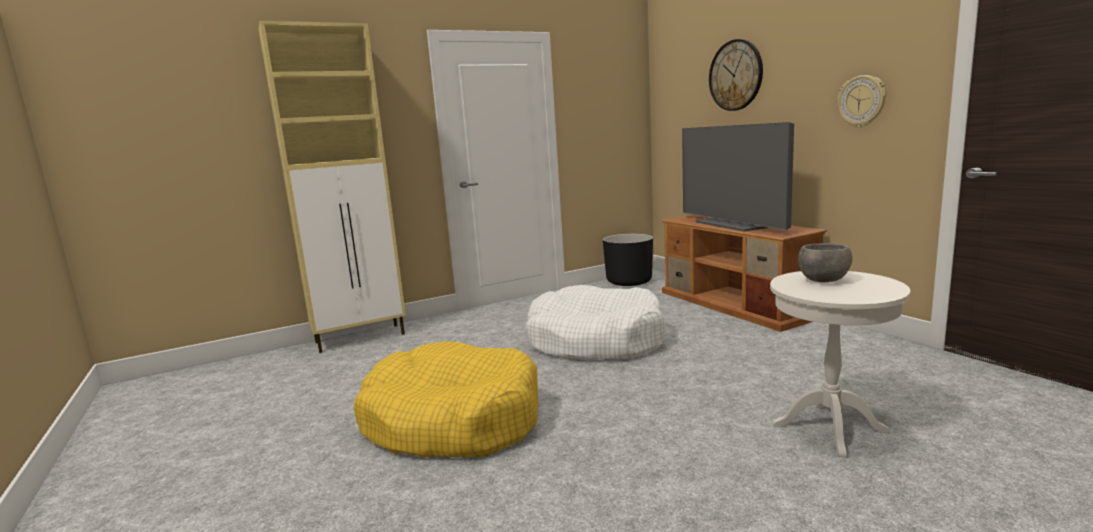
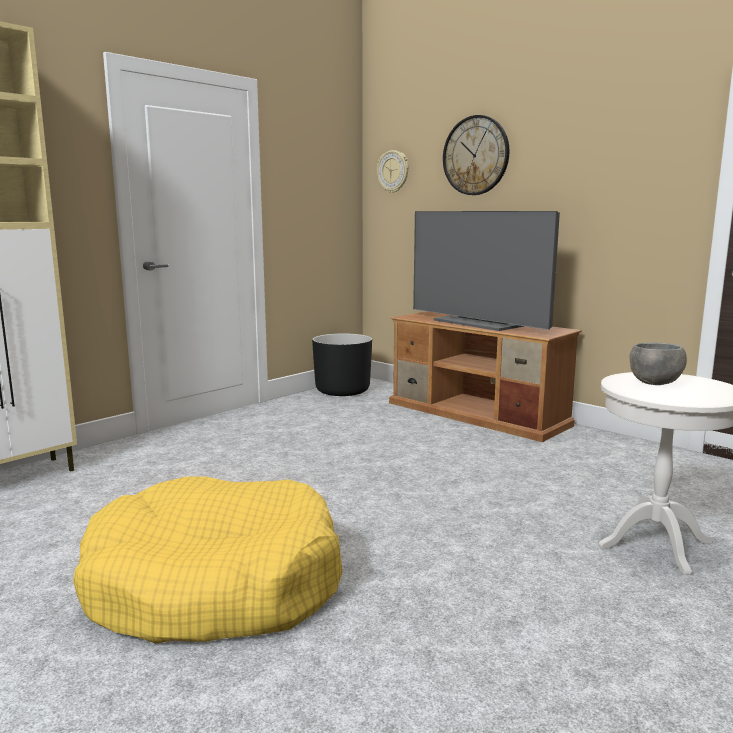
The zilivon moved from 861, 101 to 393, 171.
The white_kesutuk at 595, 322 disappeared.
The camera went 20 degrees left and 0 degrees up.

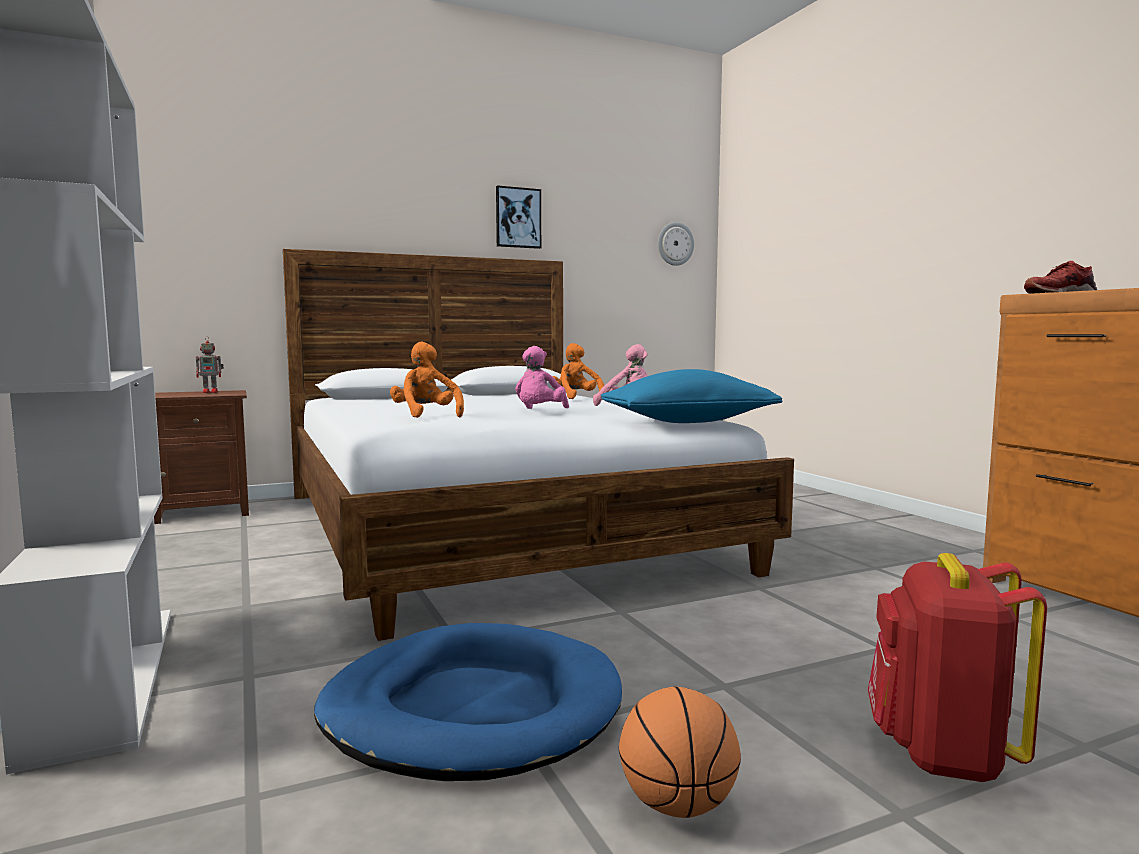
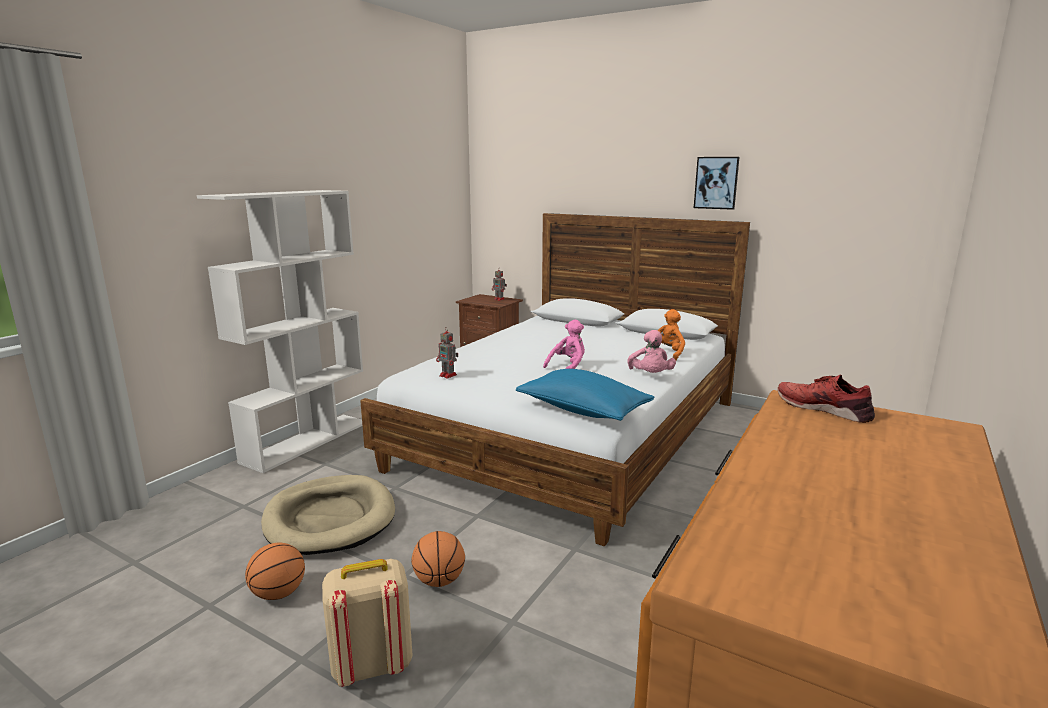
The blue_kesutuk at 468, 702 became the beige_kesutuk at 328, 515.
The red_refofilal at 957, 667 became the beige_refofilal at 367, 623.
The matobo at 438, 559 appeared.
The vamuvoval at 447, 353 appeared.
The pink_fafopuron at 542, 377 turned 150 degrees clockwise.
The orange_fafopuron at 427, 380 disappeared.
The zilivon at 676, 244 disappeared.
The camera went 55 degrees right and 10 degrees up.

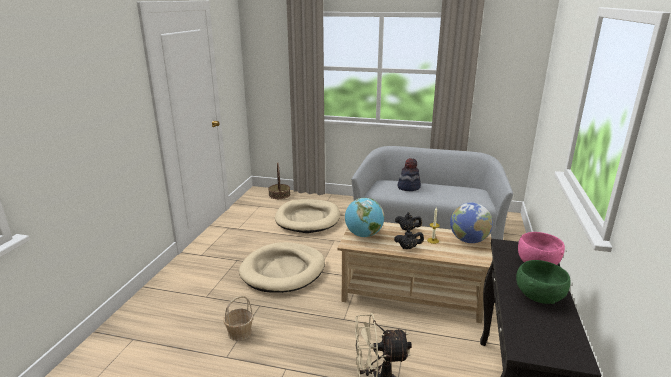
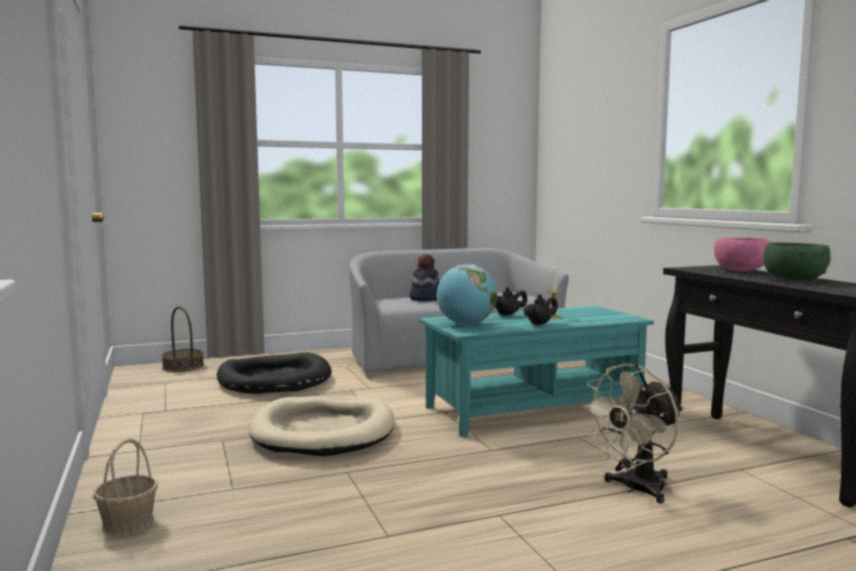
The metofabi moved from 238, 318 to 125, 487.
The beige_kesutuk at 307, 216 became the black_kesutuk at 274, 373.
The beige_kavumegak at 415, 272 became the turquoise_kavumegak at 536, 371.
The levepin at 471, 222 disappeared.
The camera went 35 degrees left and 15 degrees down.

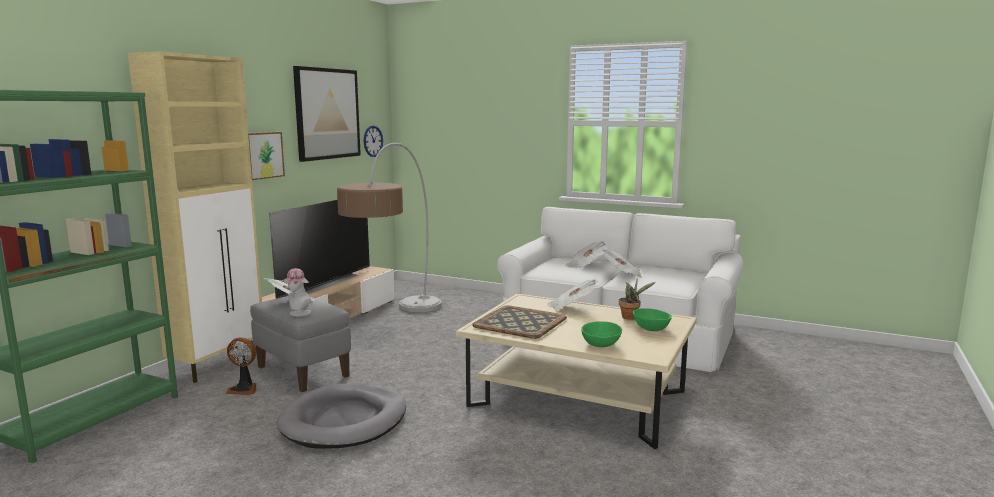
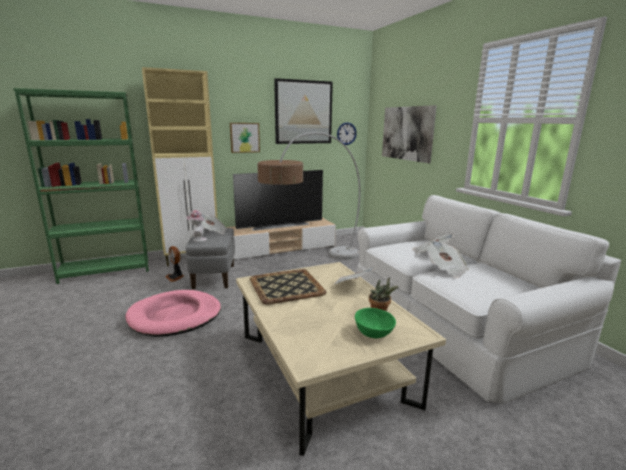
The grey_kesutuk at 341, 416 became the pink_kesutuk at 173, 313.
The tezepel at 409, 134 appeared.
The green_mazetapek at 601, 334 disappeared.
The camera went 40 degrees right and 5 degrees up.

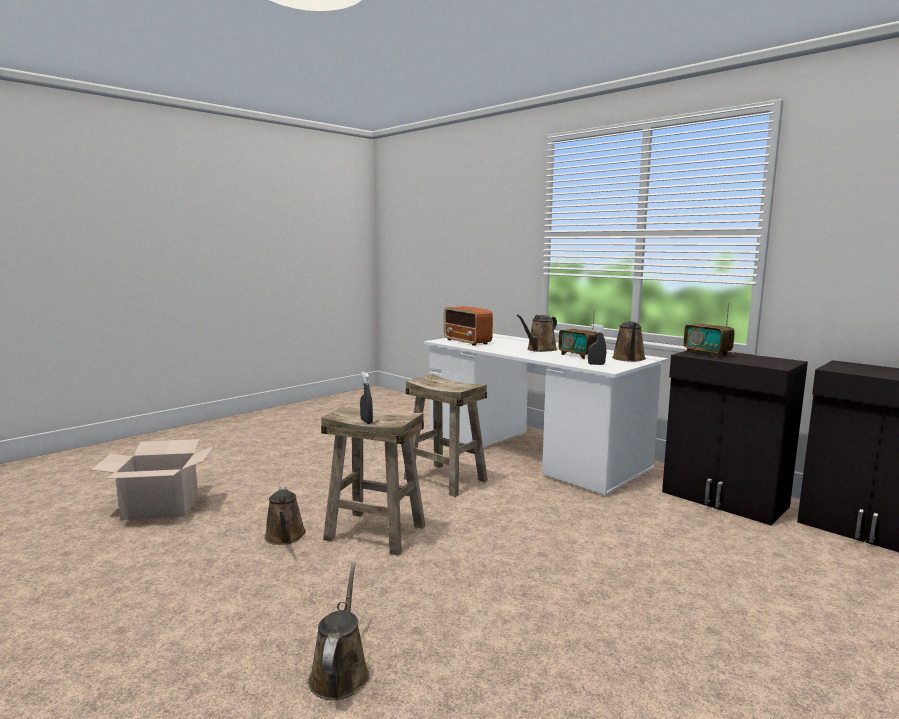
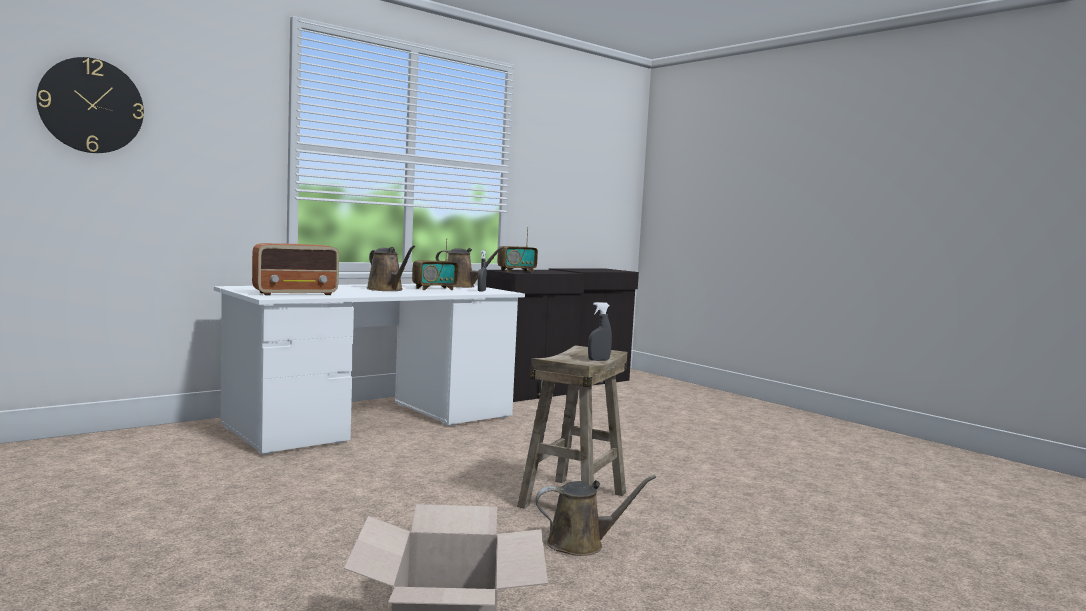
The zilivon at 90, 105 appeared.
The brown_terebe at 338, 631 disappeared.
The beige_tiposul at 446, 435 disappeared.
The camera went 85 degrees left and 5 degrees down.

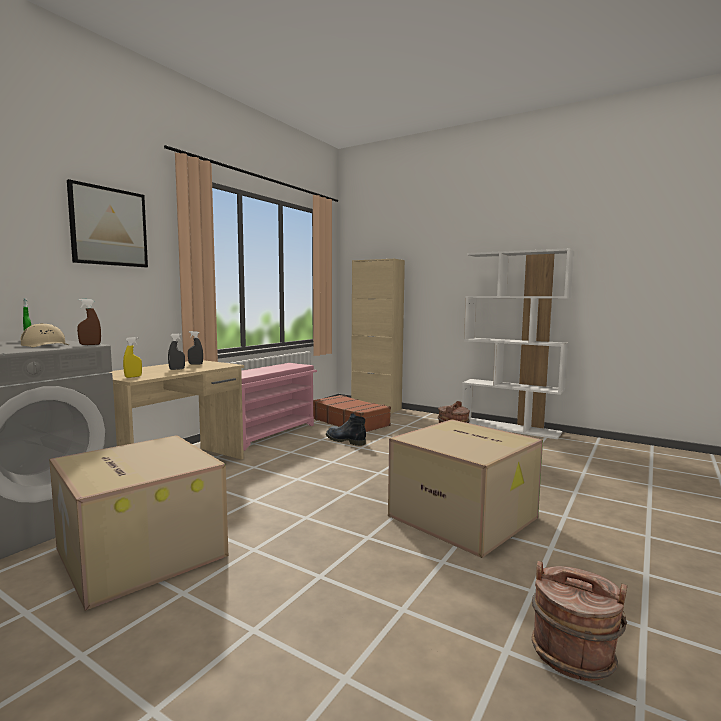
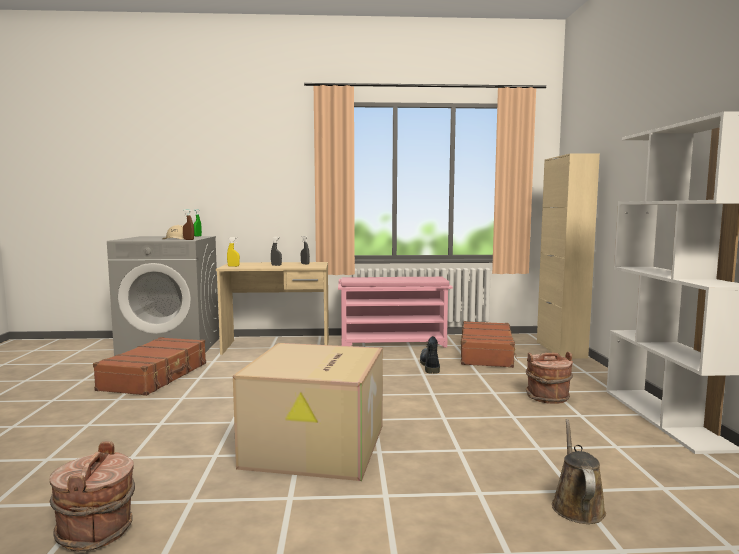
The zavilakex at 138, 523 was replaced by the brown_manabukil at 149, 366.
The brown_terebe at 579, 471 appeared.
The tezepel at 107, 223 disappeared.
The camera went 55 degrees right and 0 degrees up.

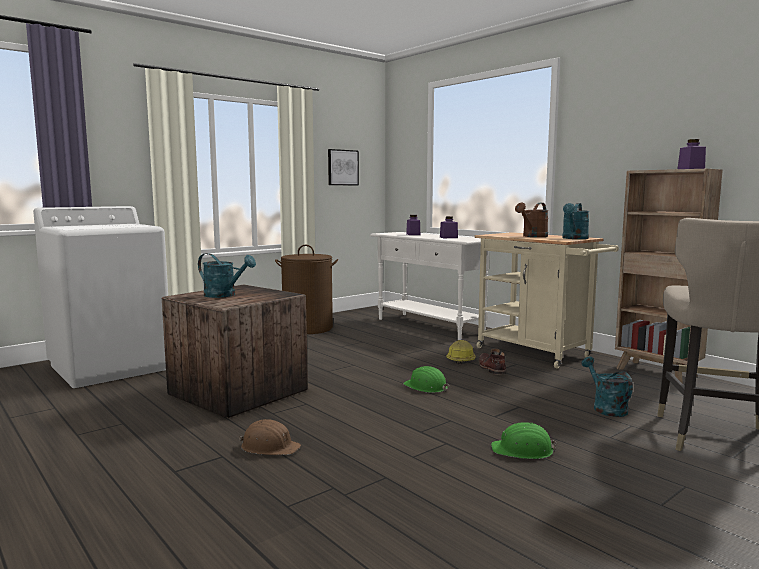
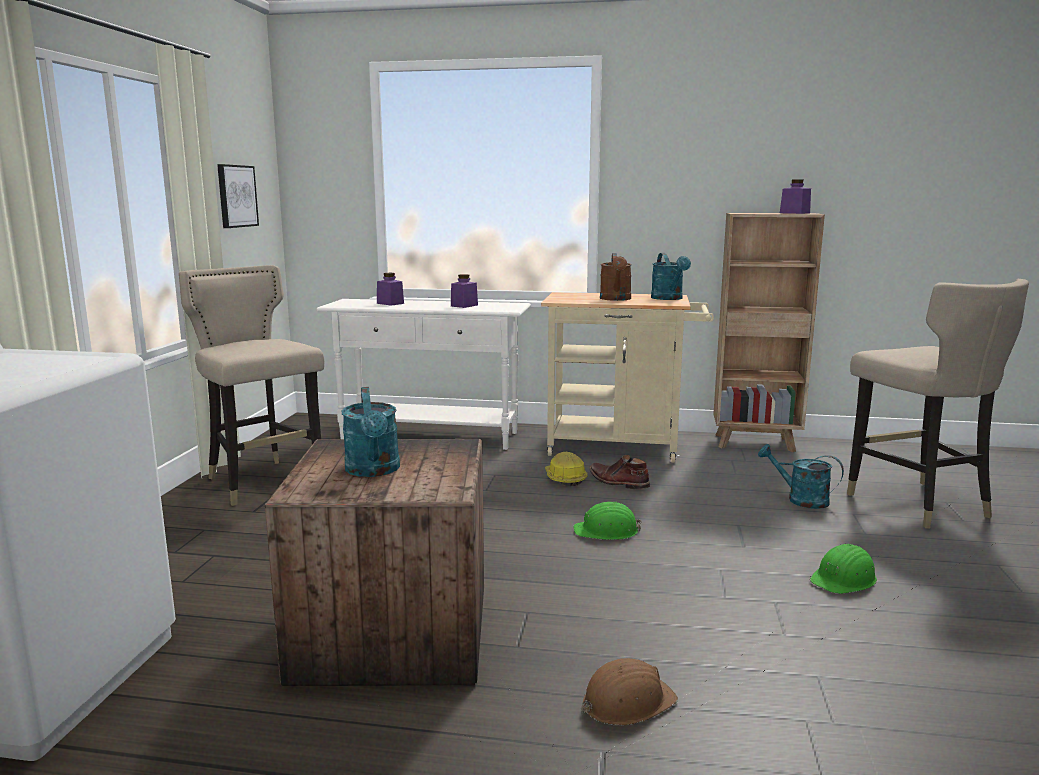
The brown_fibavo at 306, 289 was replaced by the beige_tiposul at 251, 385.
The turquoise_terebe at 227, 275 turned 90 degrees clockwise.
The camera went 40 degrees left and 5 degrees up.

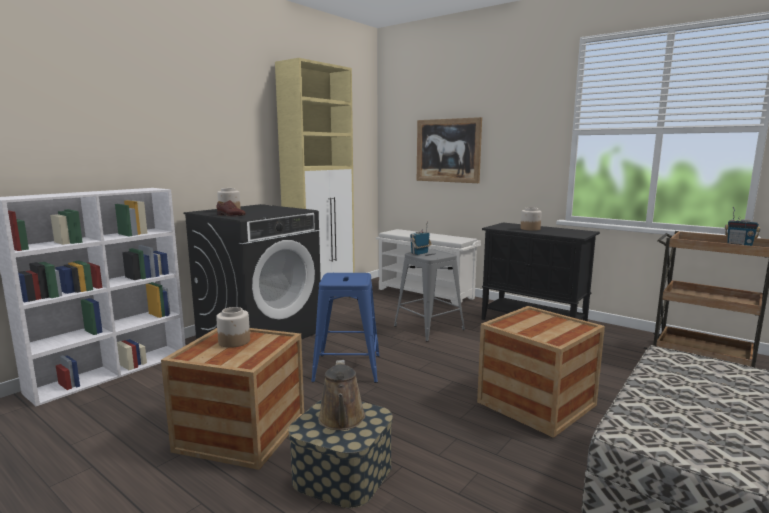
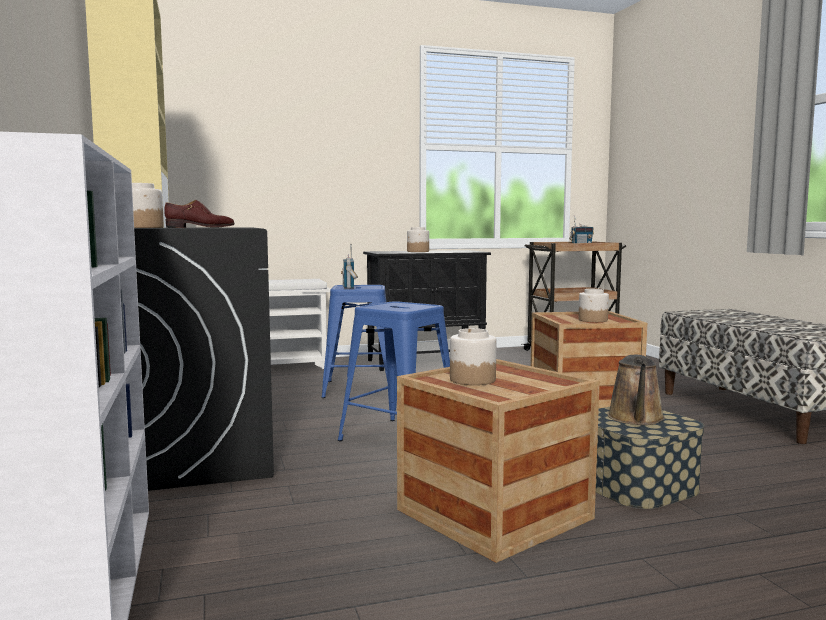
The grey_tiposul at 429, 295 became the blue_tiposul at 354, 341.
The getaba at 594, 305 appeared.
The brown_terebe at 342, 395 turned 75 degrees clockwise.
The tezepel at 449, 150 disappeared.
The camera went 55 degrees left and 5 degrees down.

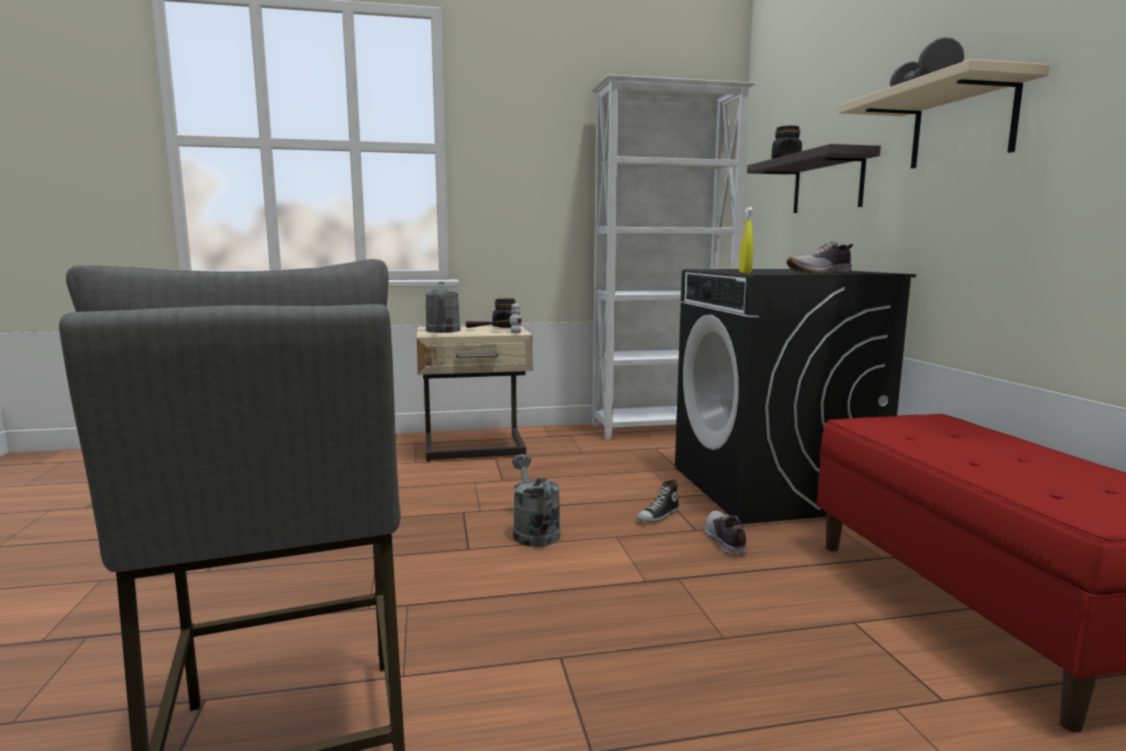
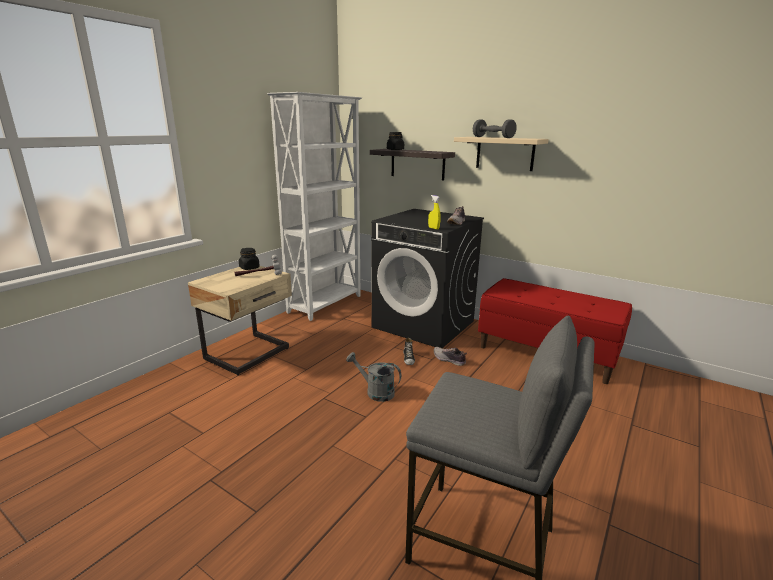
The grey_terebe at 442, 307 disappeared.
The camera went 45 degrees left and 10 degrees up.

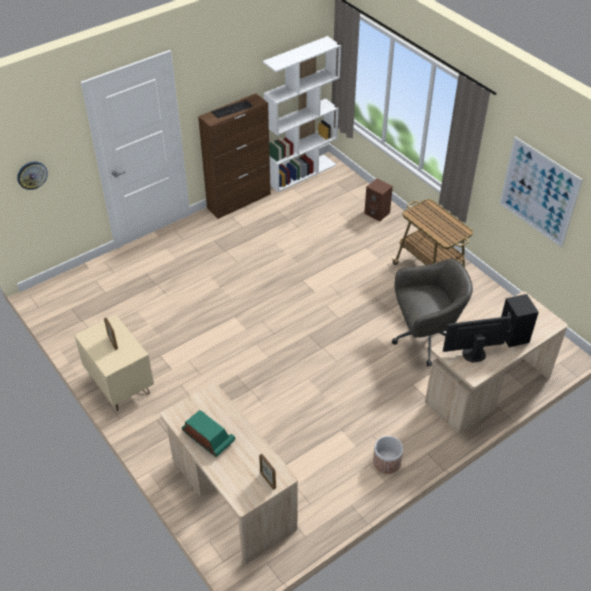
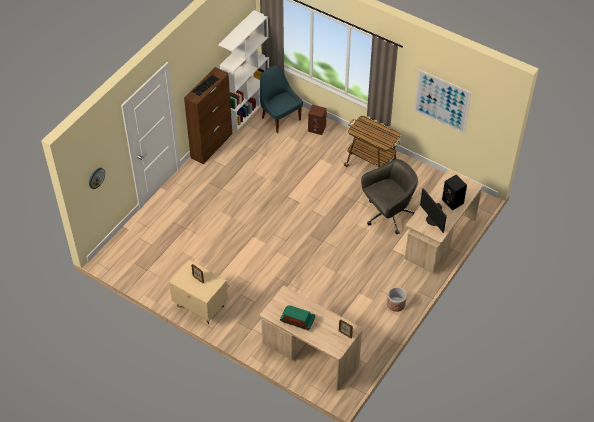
The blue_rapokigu at 281, 99 appeared.
The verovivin at 477, 339 turned 90 degrees counterclockwise.
The camera went 20 degrees left and 5 degrees up.

